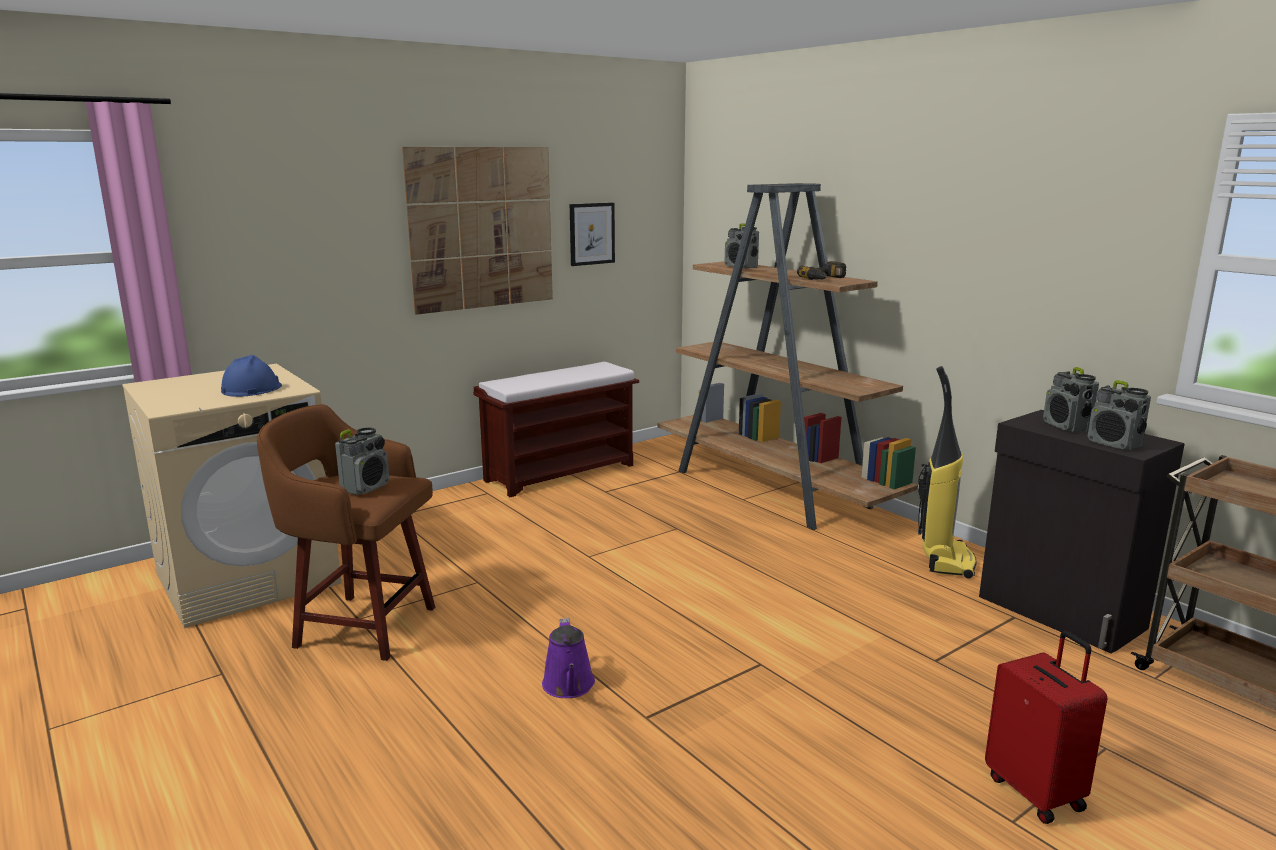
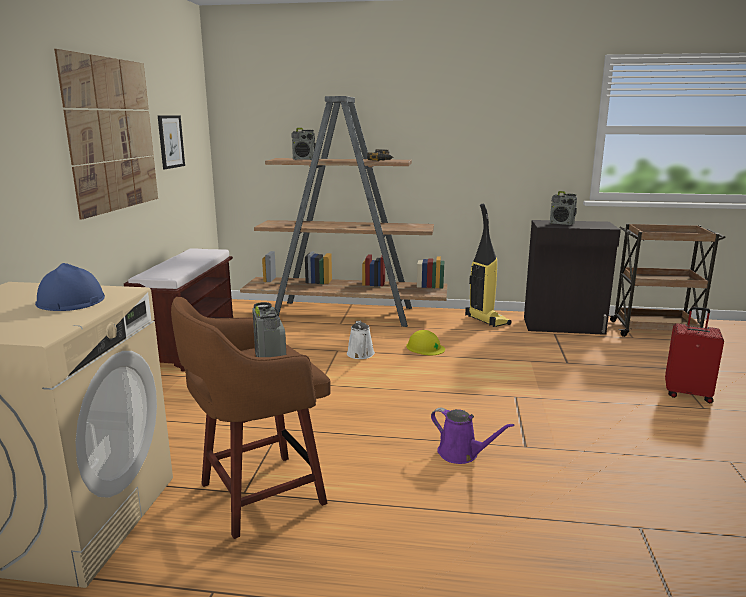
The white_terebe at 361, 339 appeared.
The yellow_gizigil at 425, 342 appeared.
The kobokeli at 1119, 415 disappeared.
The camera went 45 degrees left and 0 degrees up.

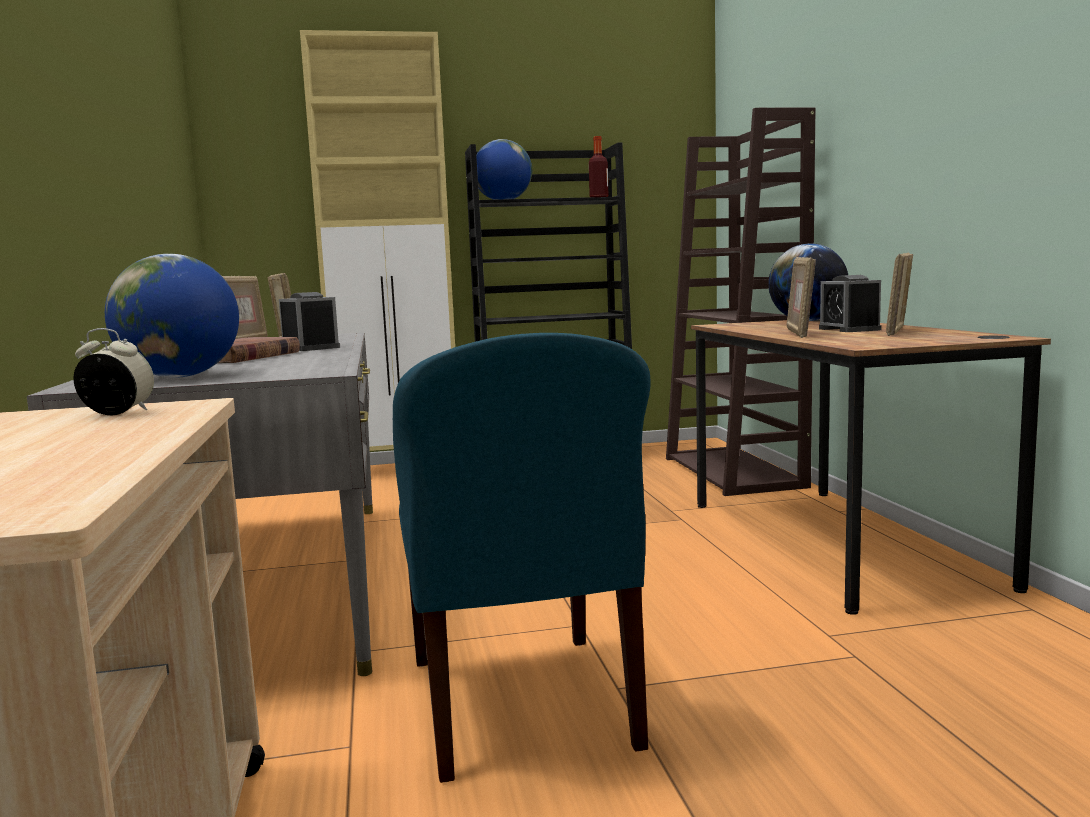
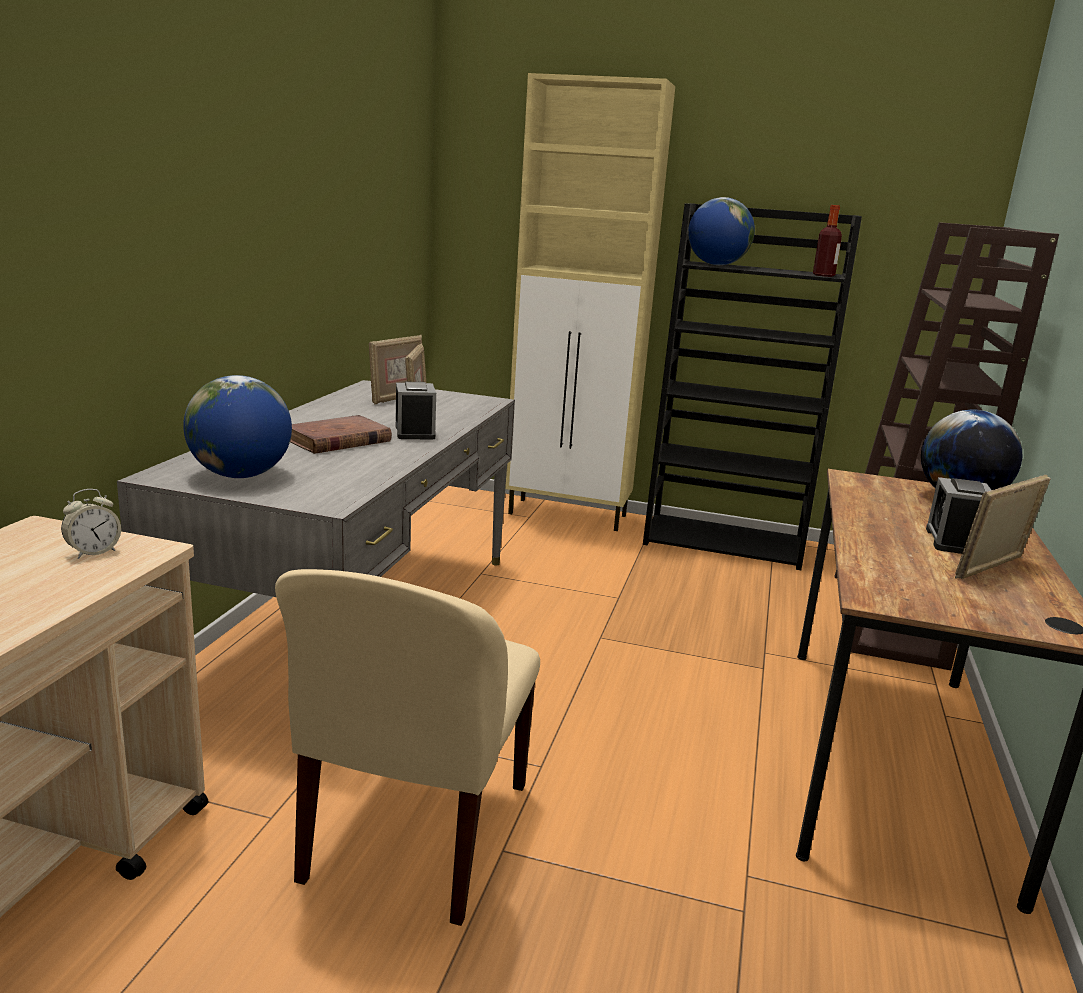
The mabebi at 113, 371 turned 105 degrees clockwise.
The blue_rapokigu at 522, 558 became the beige_rapokigu at 407, 747.
The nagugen at 801, 297 disappeared.
The camera went 25 degrees right and 10 degrees up.

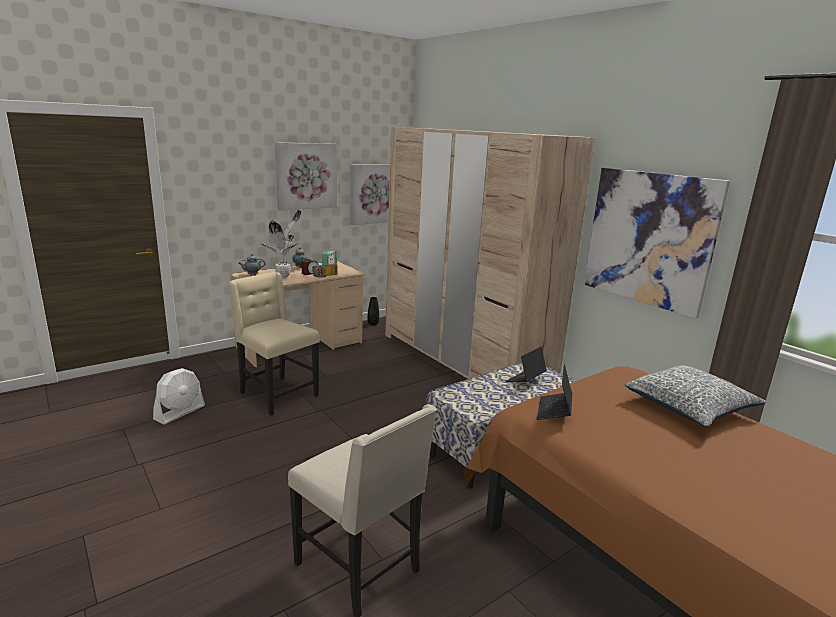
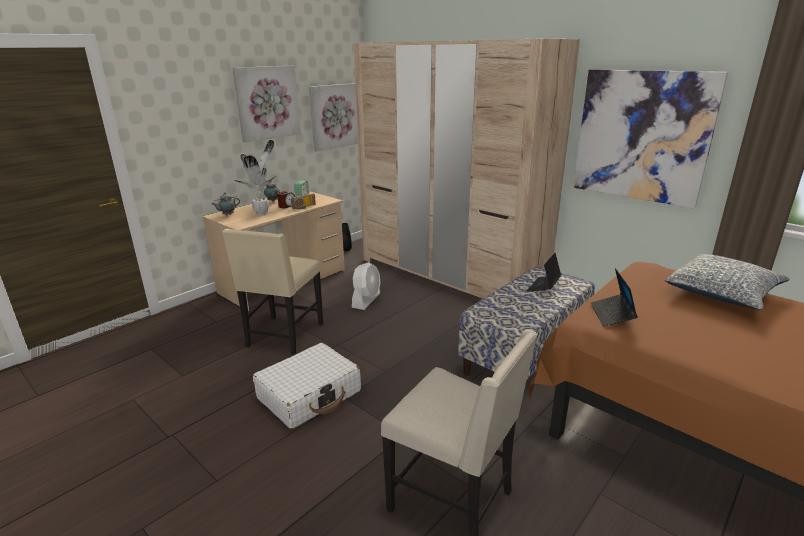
The beige_rapokigu at 274, 344 turned 105 degrees counterclockwise.
The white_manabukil at 307, 386 appeared.
The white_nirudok moved from 179, 396 to 366, 286.
The camera went 10 degrees left and 5 degrees up.

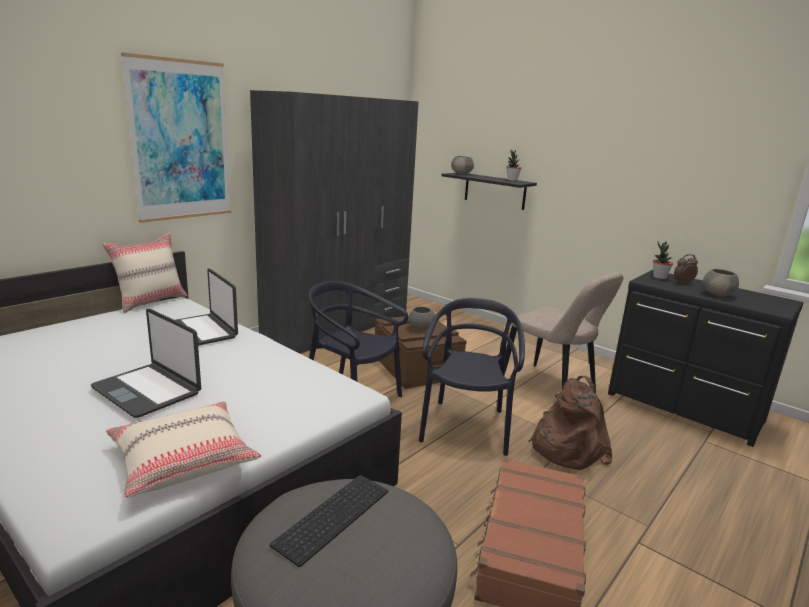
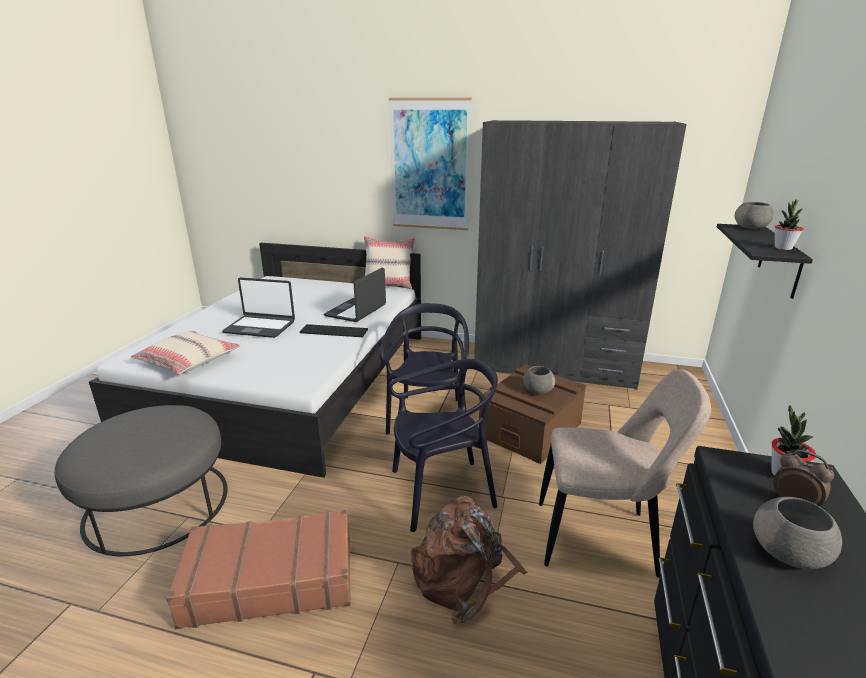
The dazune at 146, 363 turned 90 degrees counterclockwise.
The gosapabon moved from 329, 521 to 333, 330.
The beige_rapokigu at 564, 332 turned 105 degrees counterclockwise.
The camera went 65 degrees right and 5 degrees up.

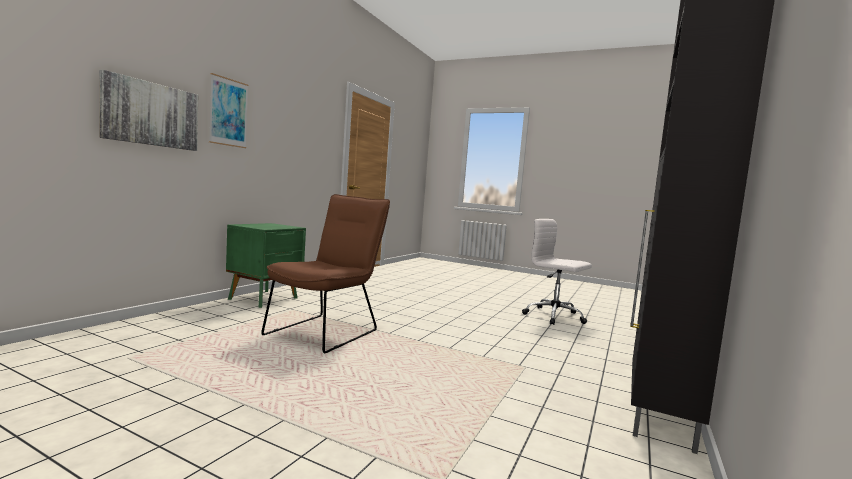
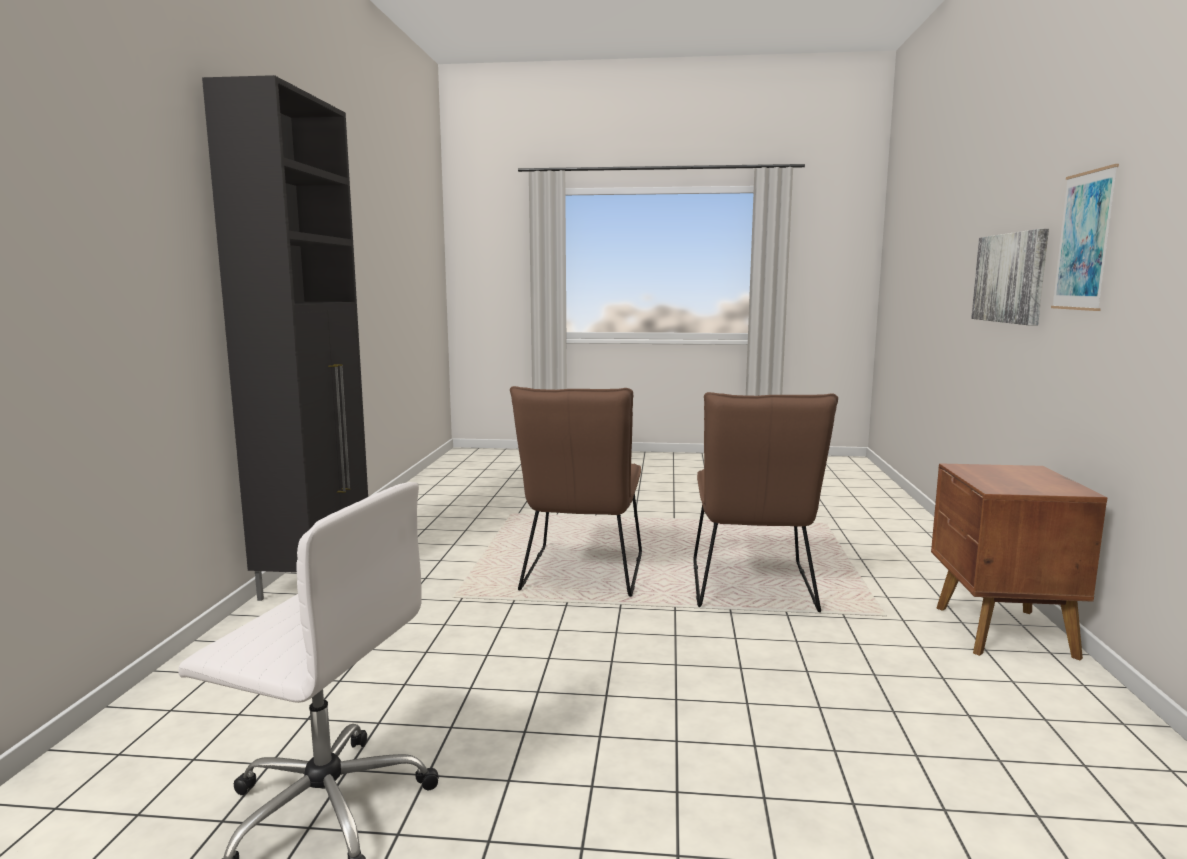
The brown_rapokigu at 576, 491 appeared.
The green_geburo at 266, 265 became the brown_geburo at 1019, 561.
The camera went 160 degrees right and 5 degrees up.

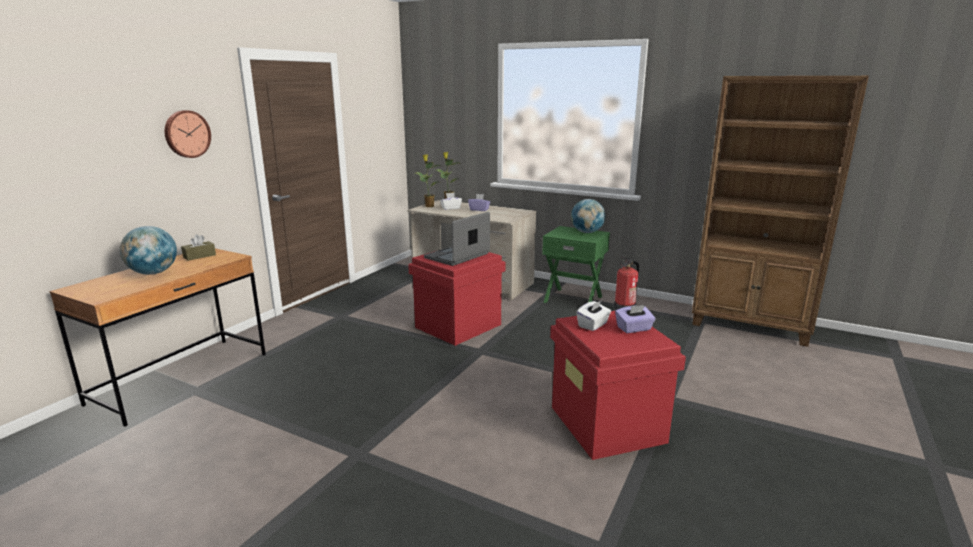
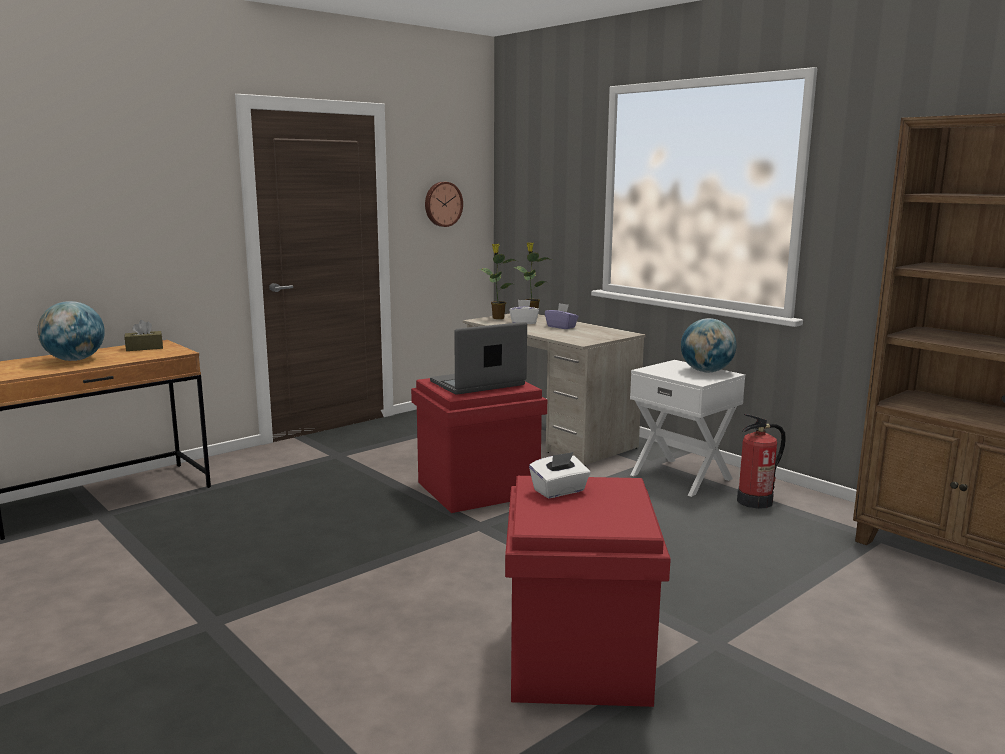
The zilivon moved from 188, 134 to 444, 204.
The green_geburo at 576, 264 became the white_geburo at 687, 428.
The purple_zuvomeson at 635, 319 disappeared.
The camera went 20 degrees right and 5 degrees down.

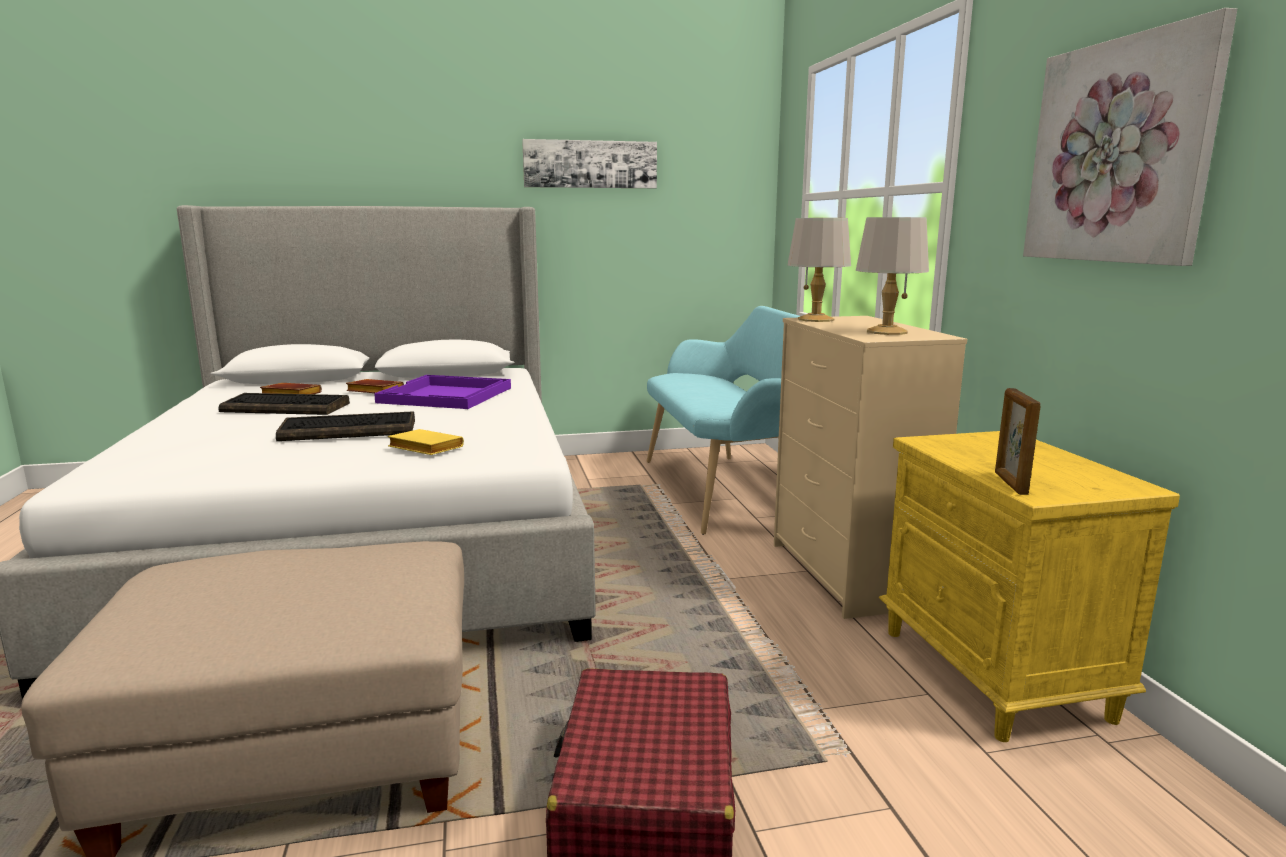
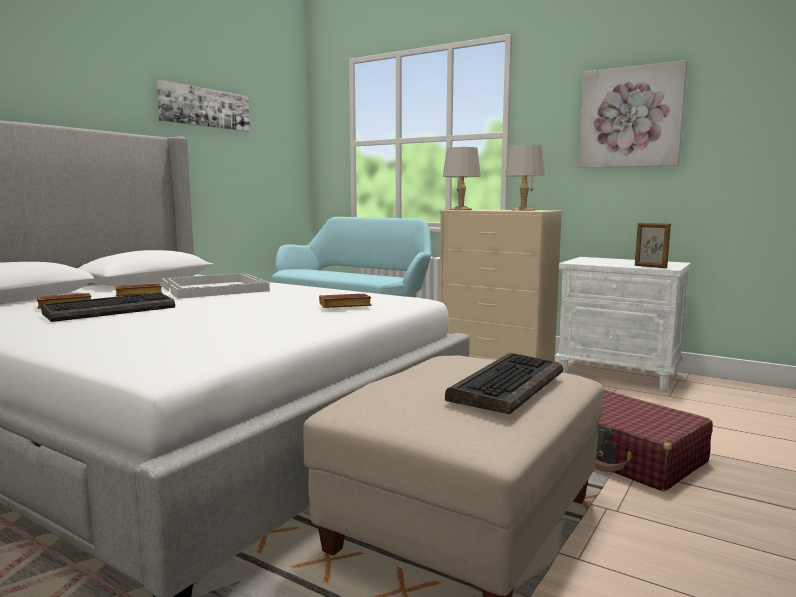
The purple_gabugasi at 442, 392 became the white_gabugasi at 216, 286.
The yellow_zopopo at 426, 442 became the brown_zopopo at 345, 301.
The gosapabon moved from 345, 426 to 504, 383.
The yellow_geburo at 1029, 586 became the white_geburo at 622, 324.
The camera went 45 degrees left and 5 degrees down.

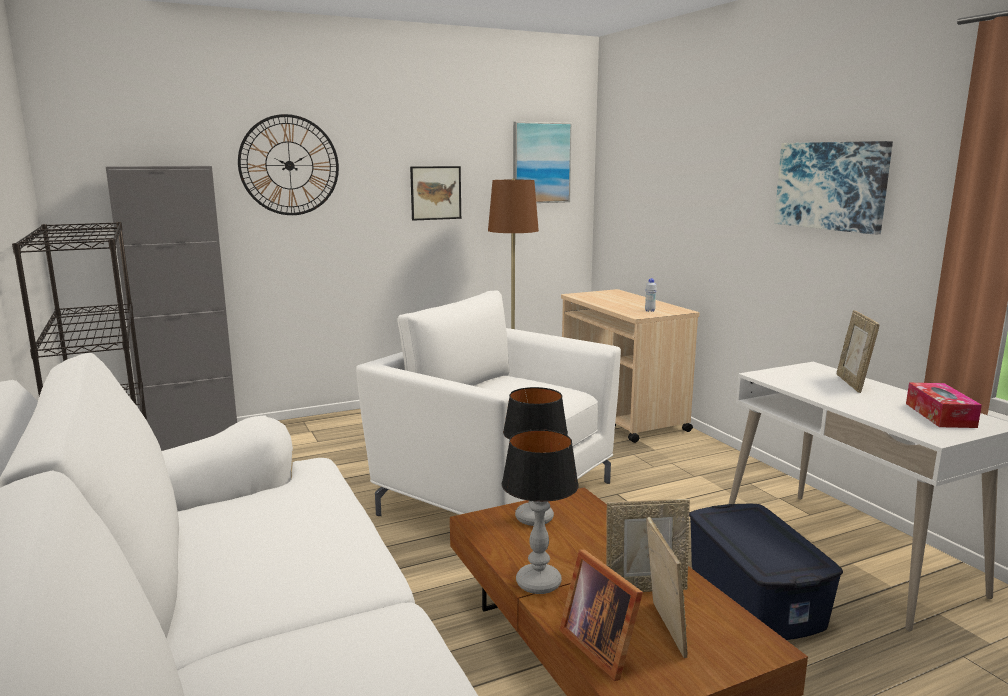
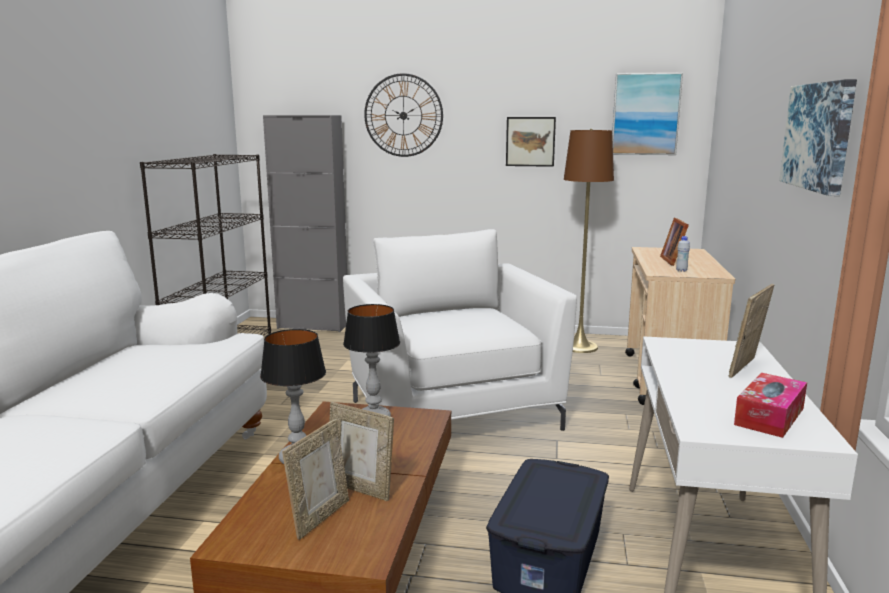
The nagugen moved from 601, 615 to 674, 242.
The camera went 35 degrees right and 0 degrees up.

